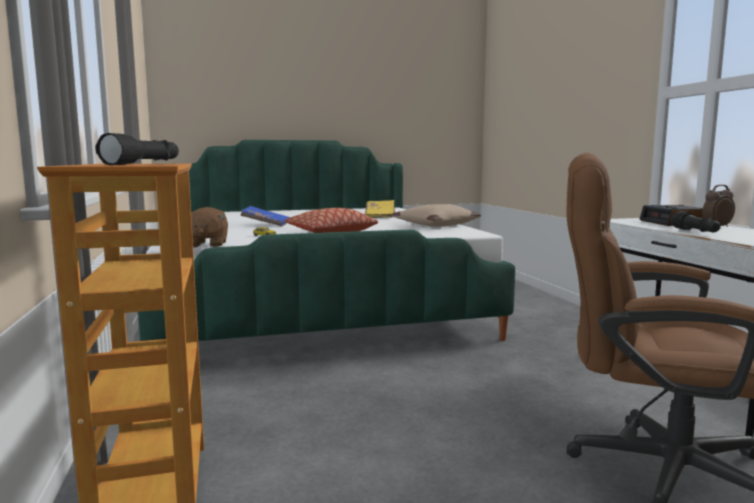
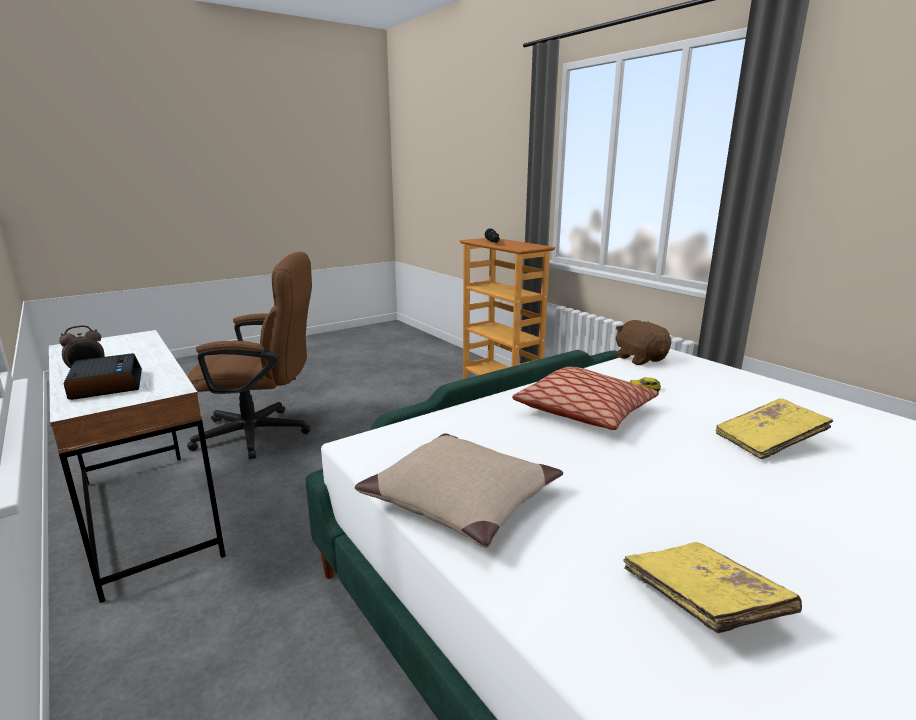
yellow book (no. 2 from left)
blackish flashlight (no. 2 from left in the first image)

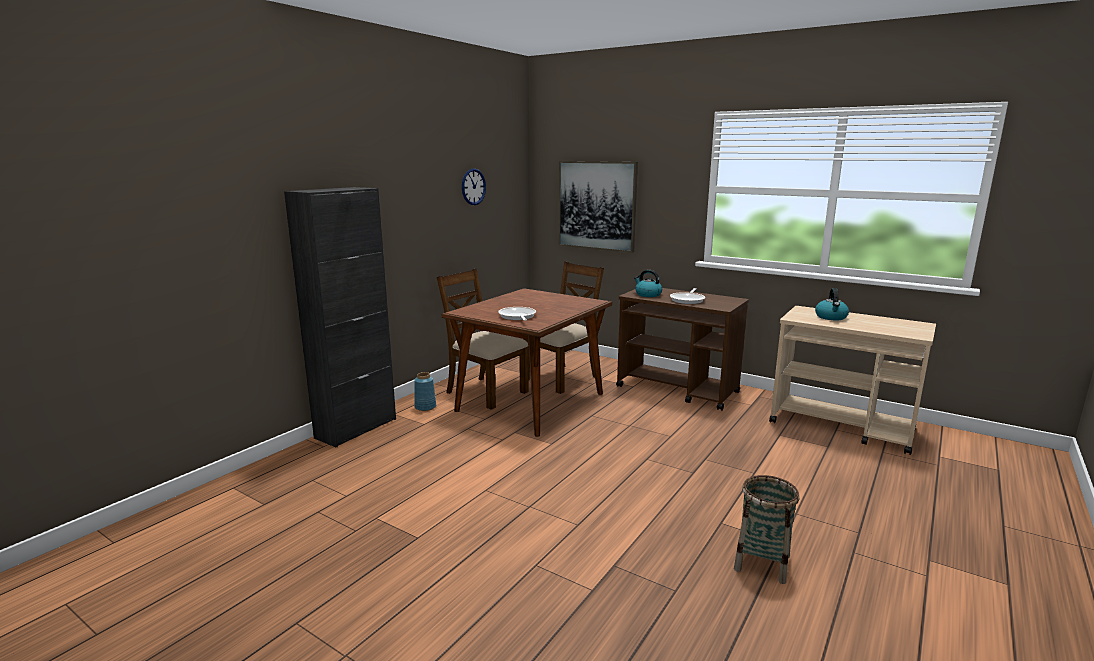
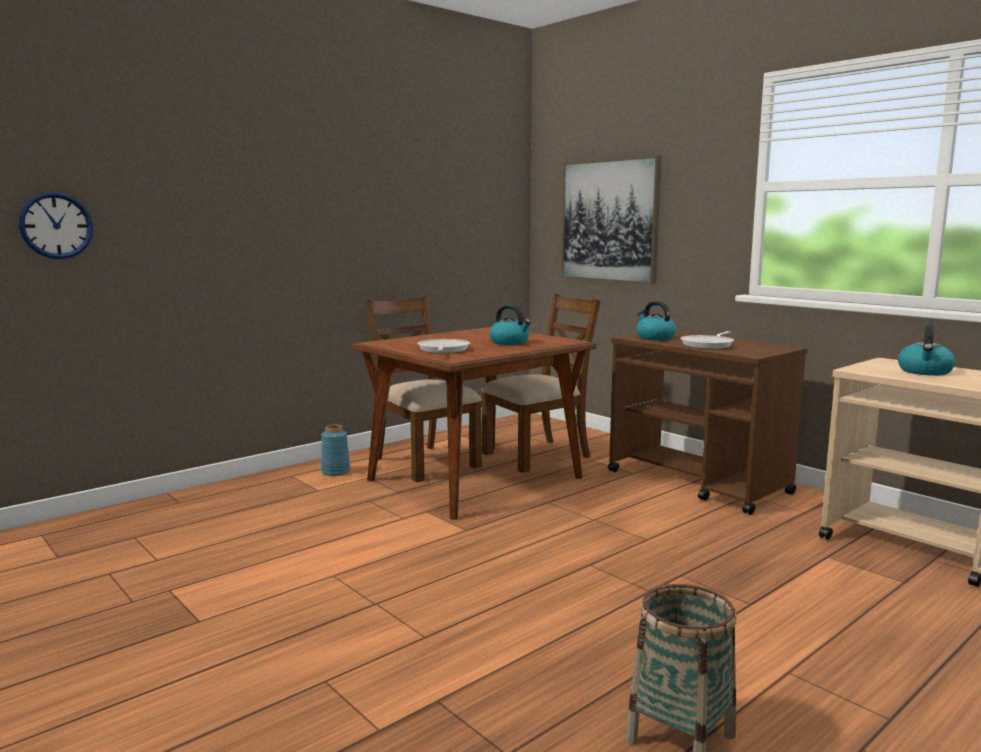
clock on the wall
kettle (no. 1 from left)
blackish storage cabinet

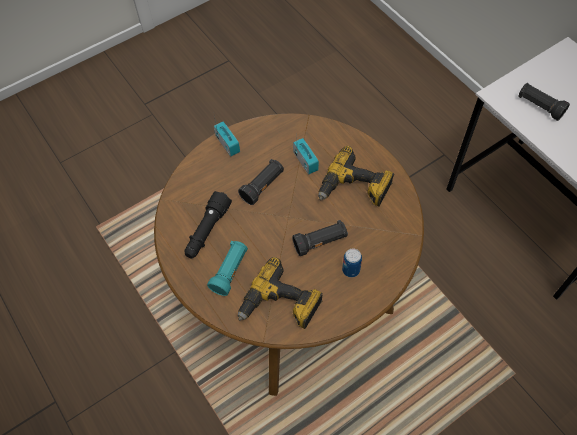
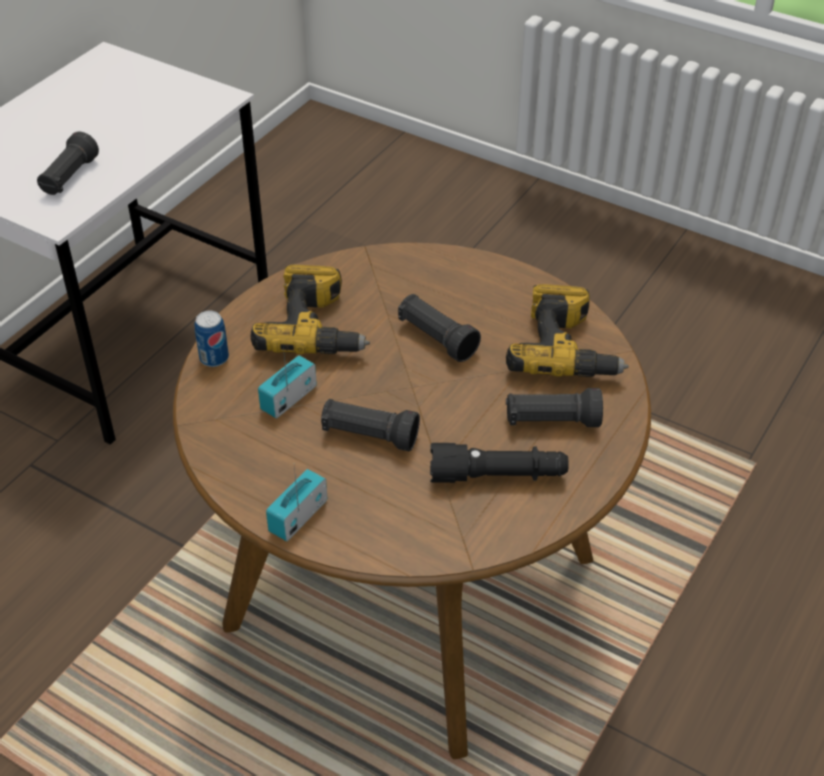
sealed can
blackish flashlight (no. 5 from left)

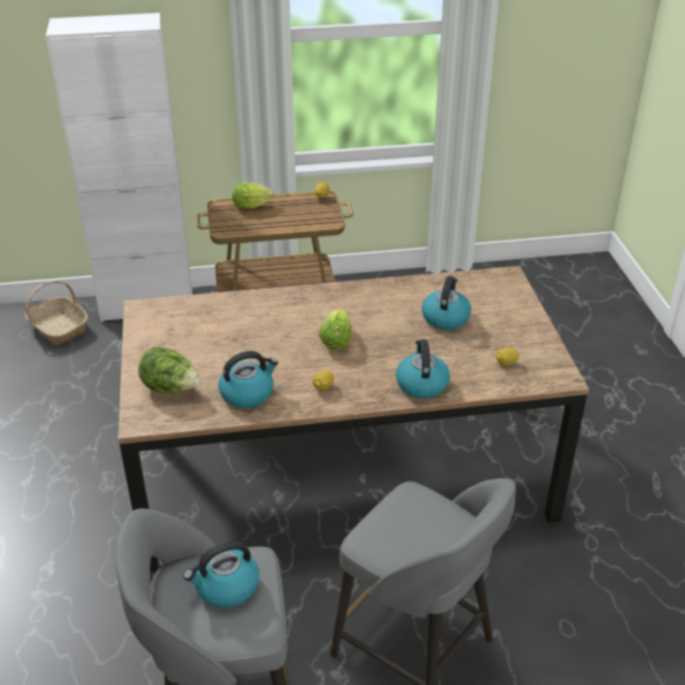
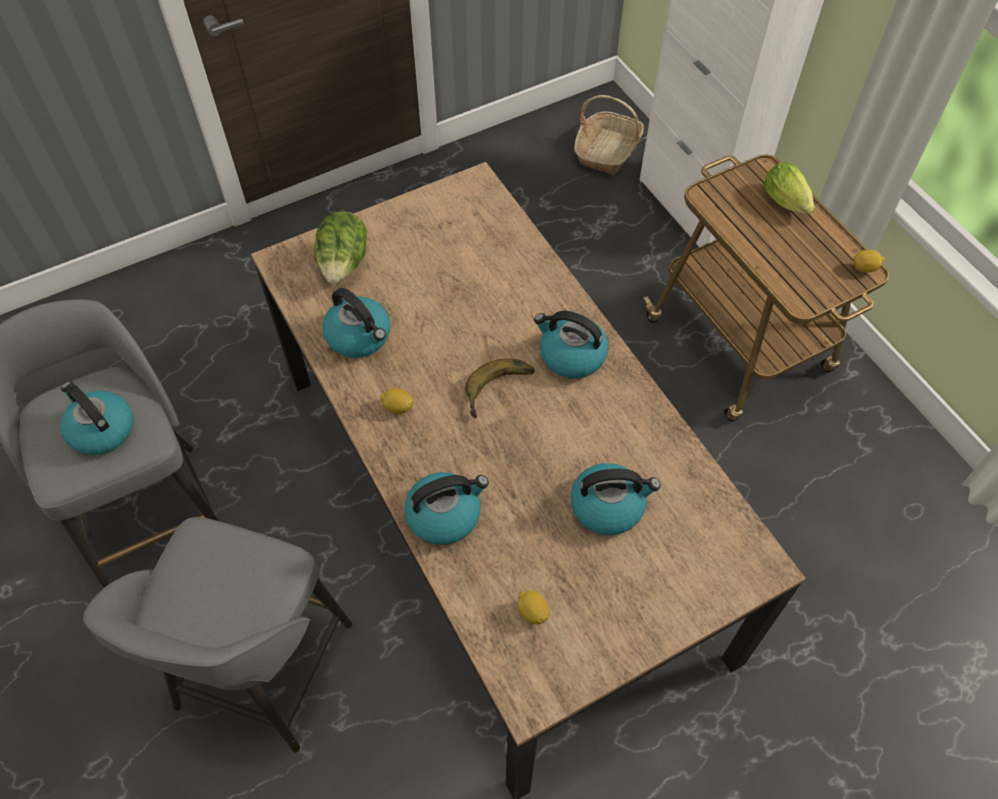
banana
kettle (no. 4 from left)

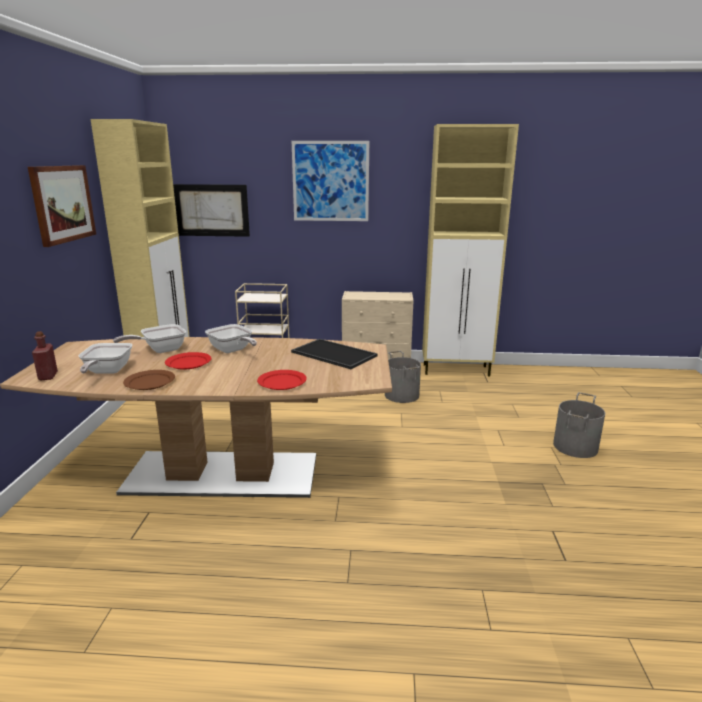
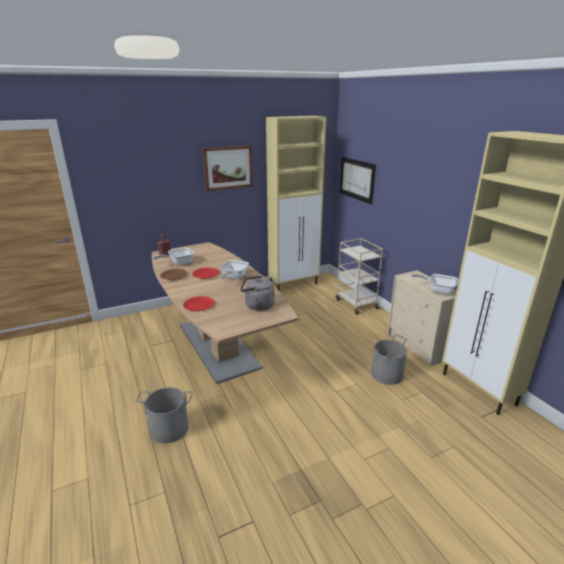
gray bucket (no. 1 from left)
gray kettle
pan (no. 3 from left)
picture (no. 3 from left in the first image)

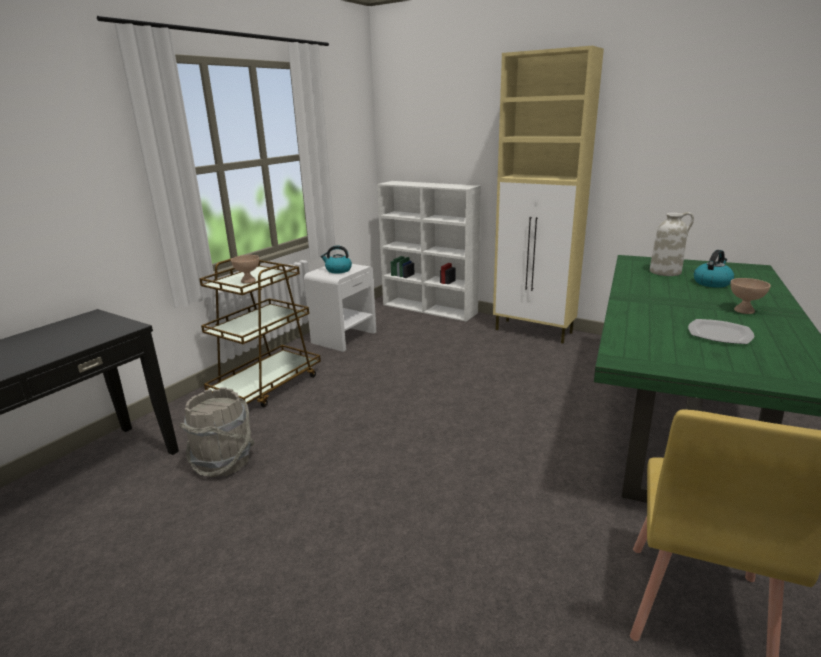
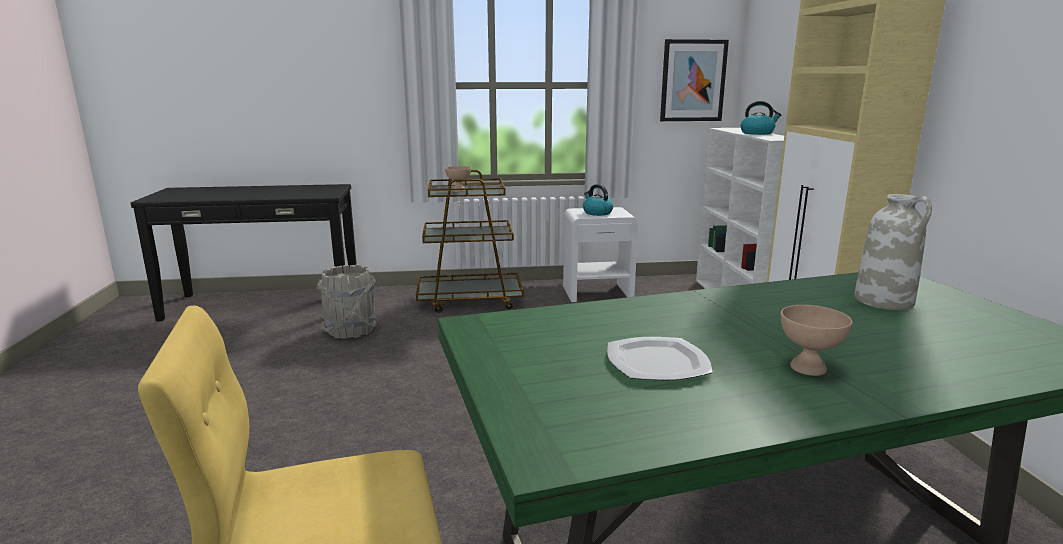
picture
kettle (no. 2 from left)

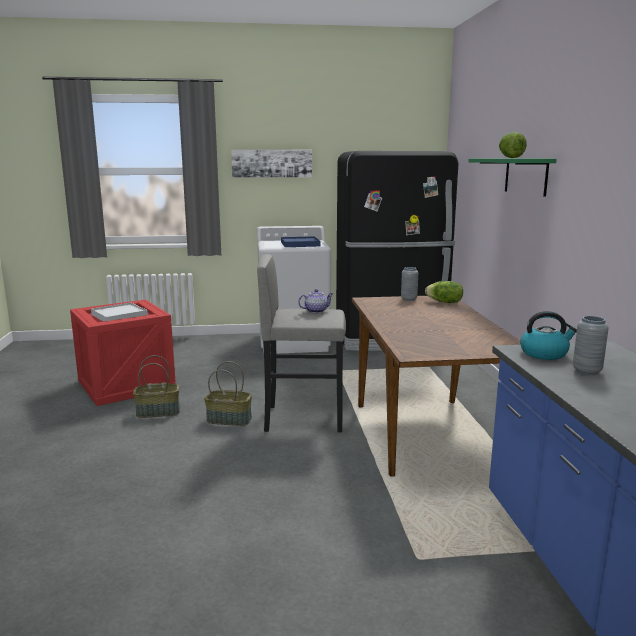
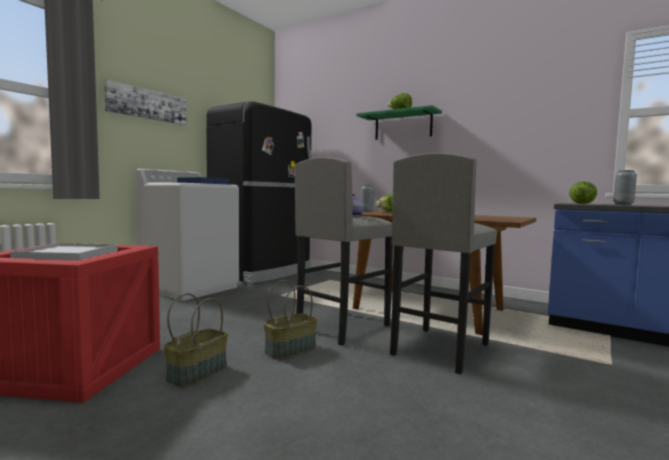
gray stool seat (no. 2 from left)
head of lettuce (no. 3 from left)

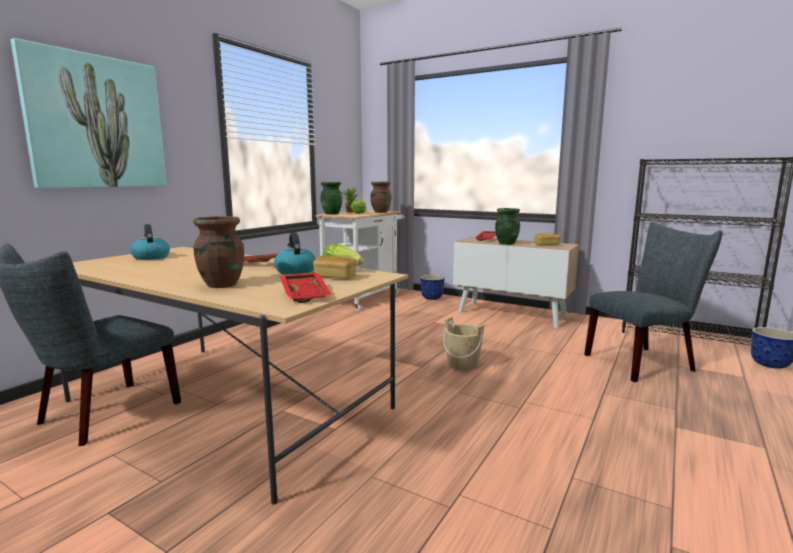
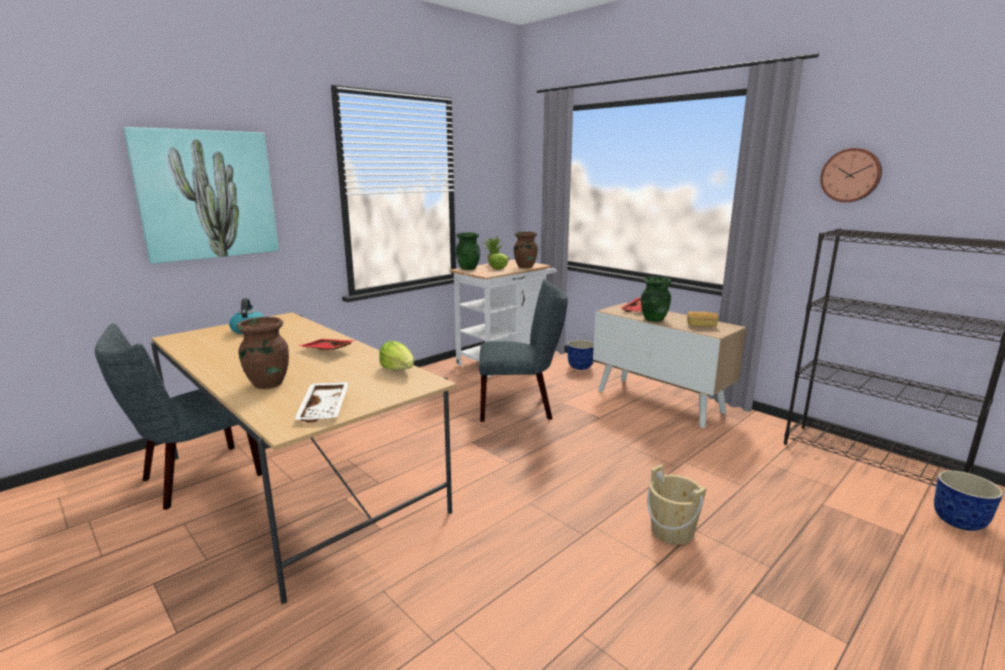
white-coloured carrying tray
gray chair (no. 2 from left)
beige-coloured bucket
clock on the wall
kettle (no. 2 from left in the first image)
bread (no. 1 from left in the first image)

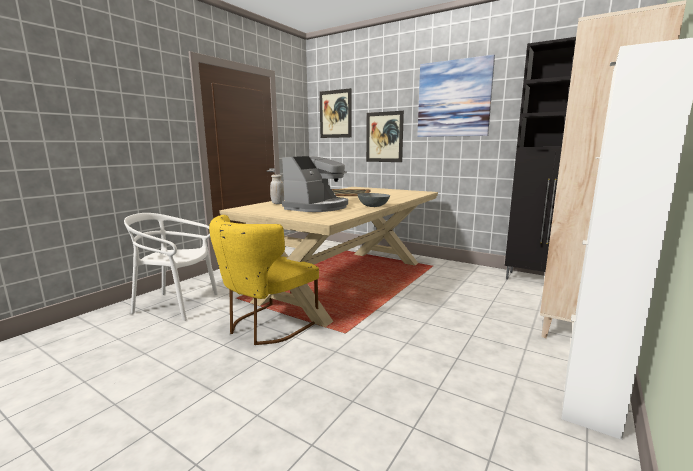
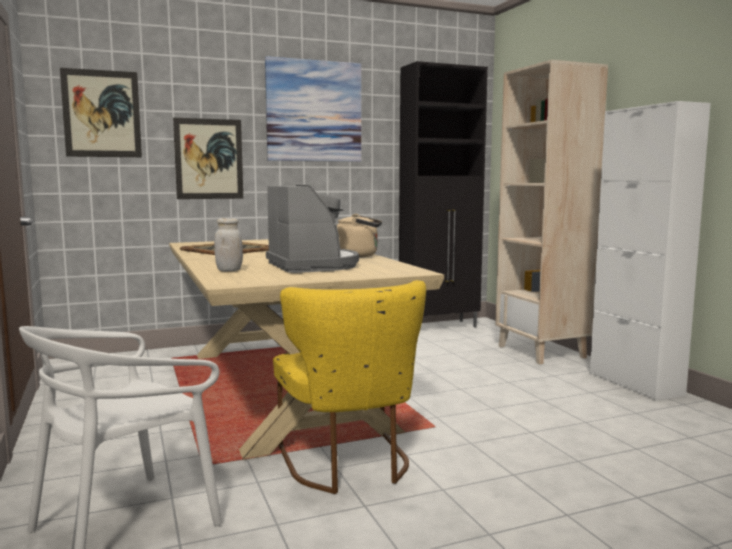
beige-coloured kettle

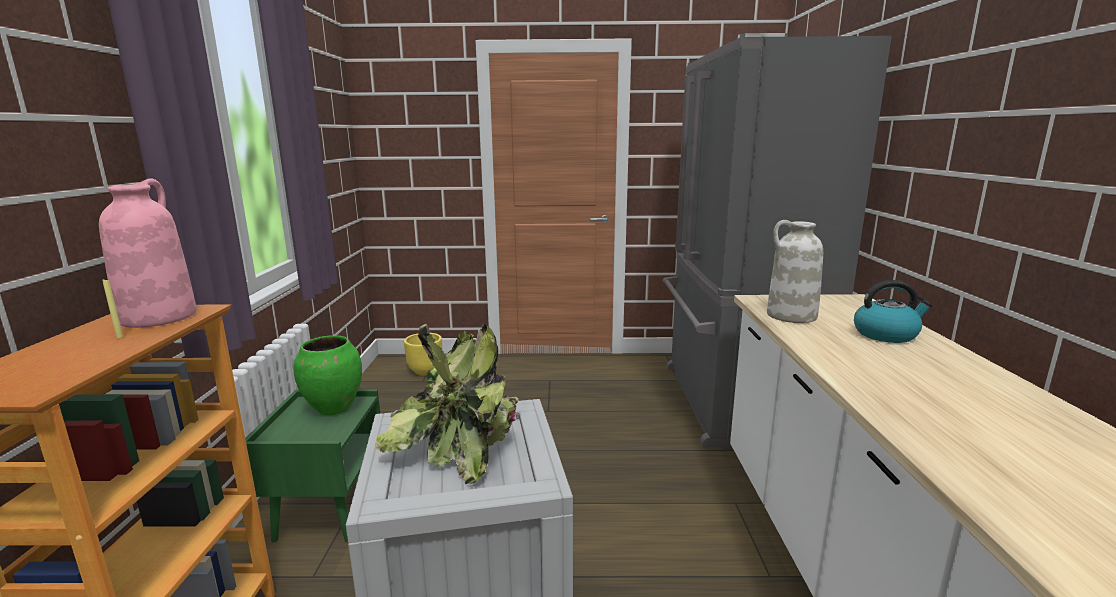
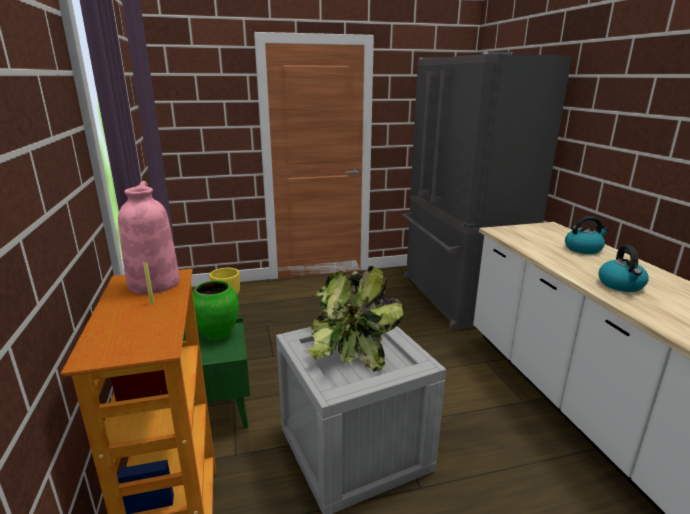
kettle (no. 2 from left)
white-coloured flower vase

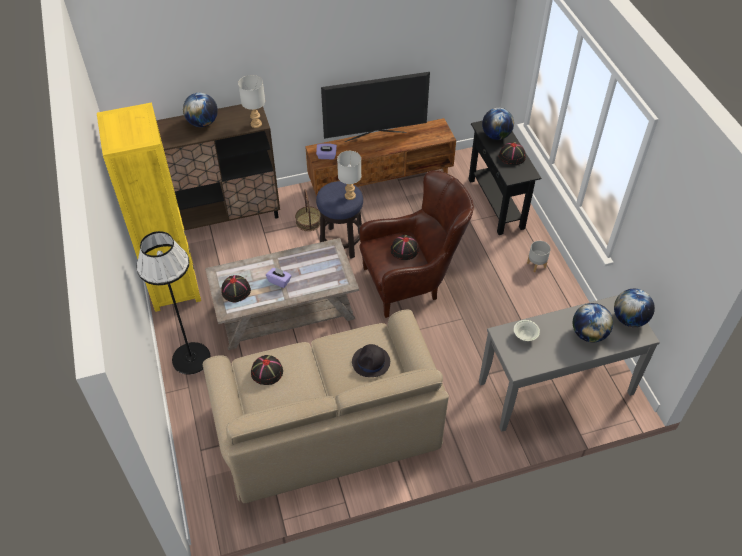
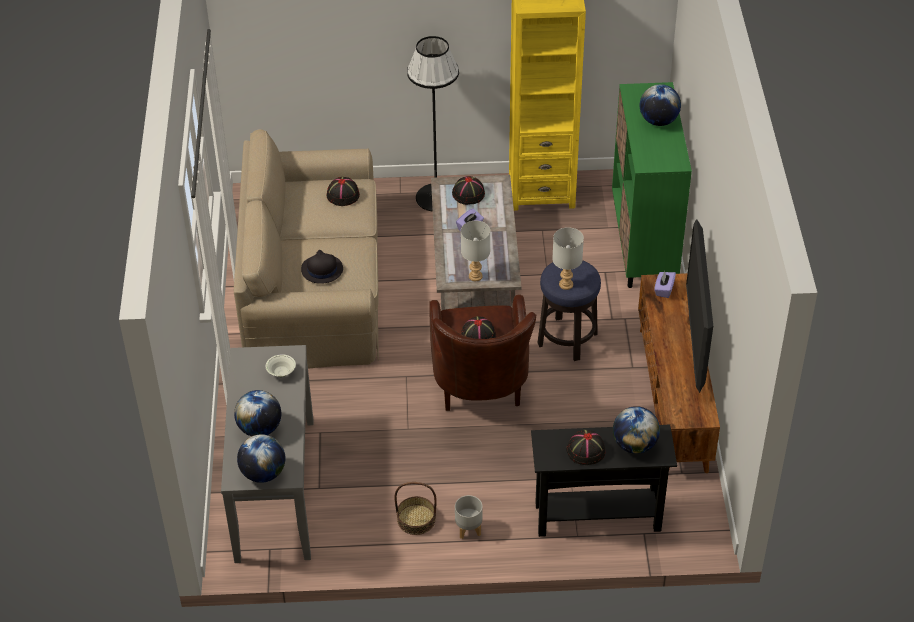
household basket
gray lamp for a table (no. 1 from left)
green storage cabinet

